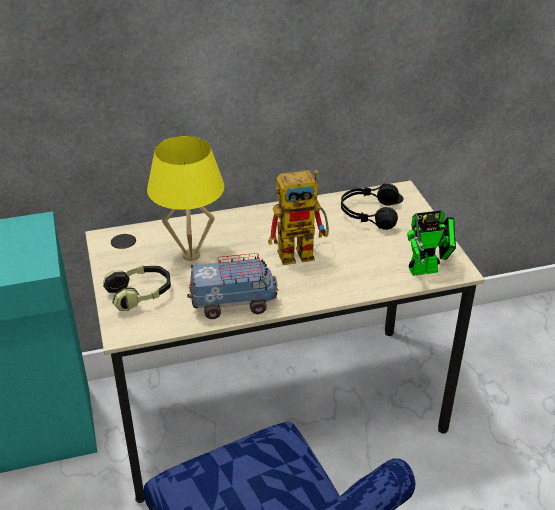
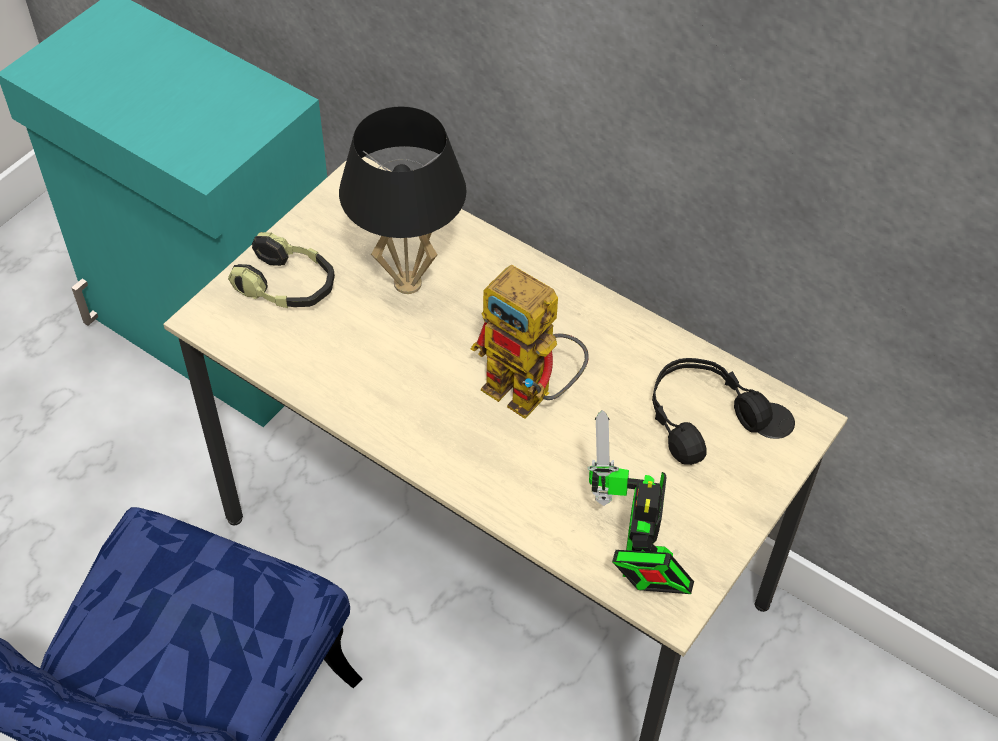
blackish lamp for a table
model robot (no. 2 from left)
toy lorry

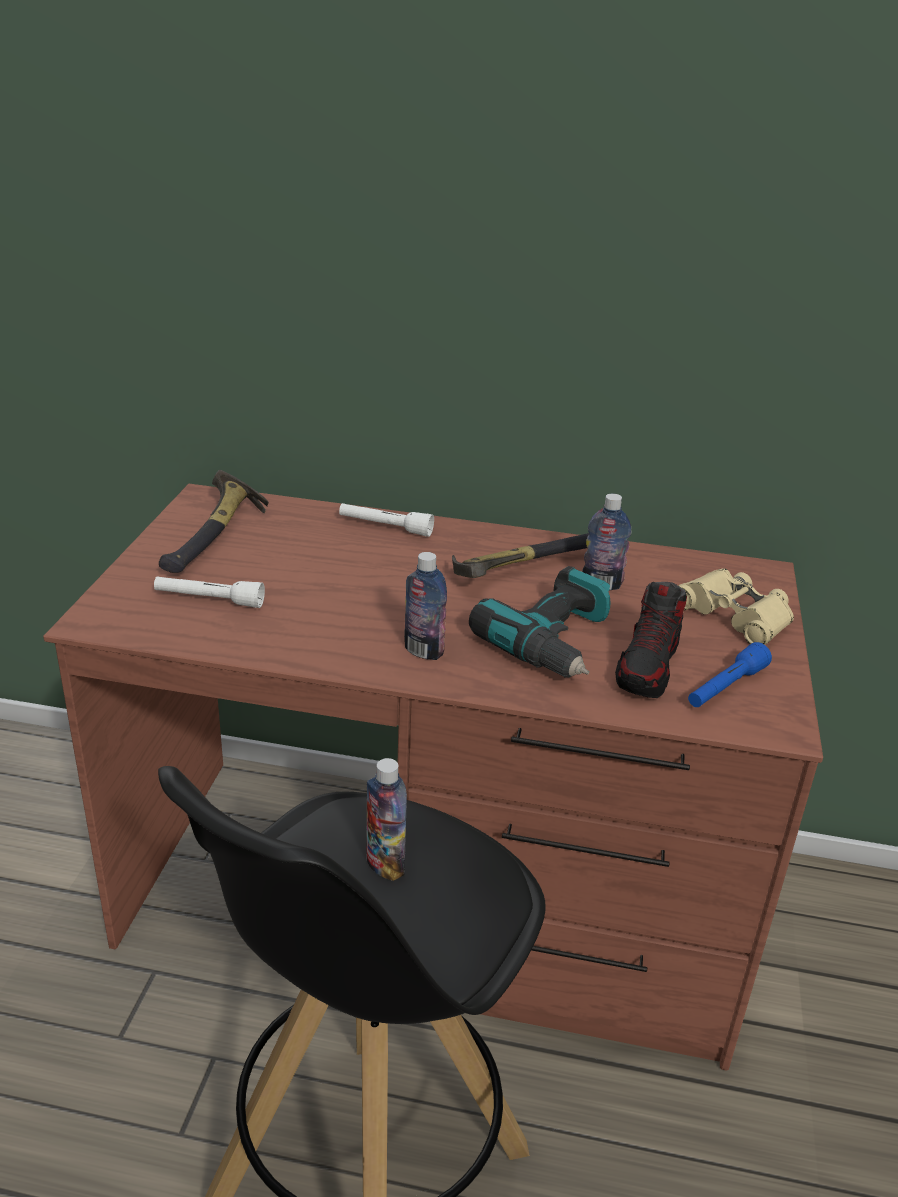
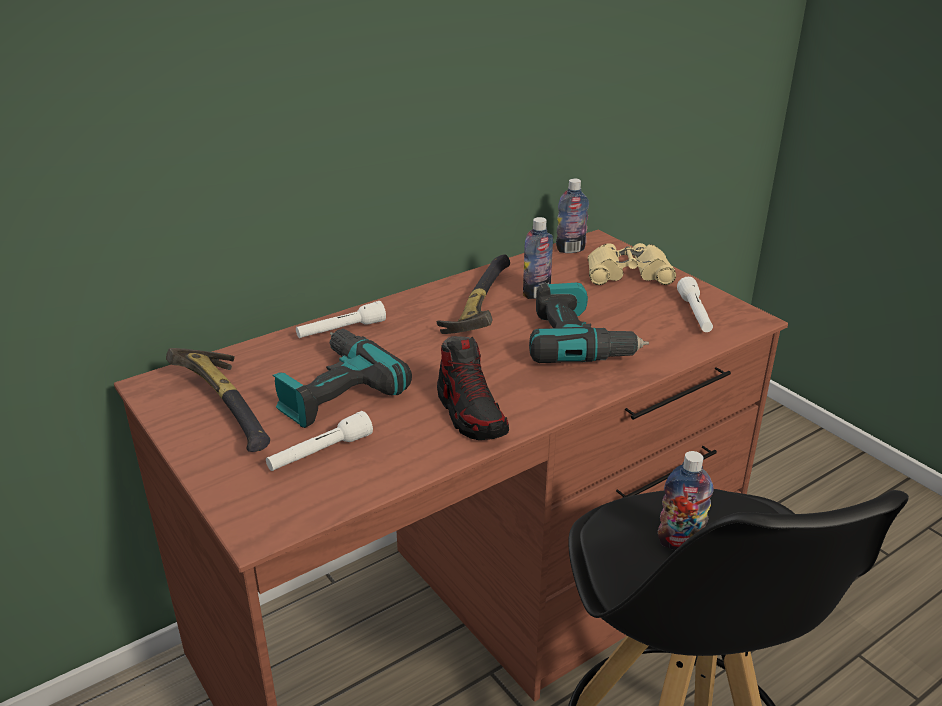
power drill (no. 1 from left)
item of footwear
bottle (no. 2 from left)
white-coloured flashlight (no. 3 from left)

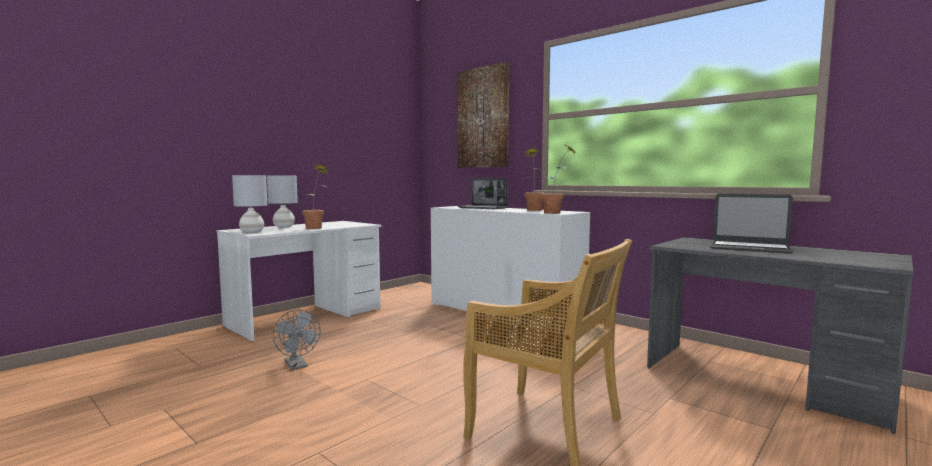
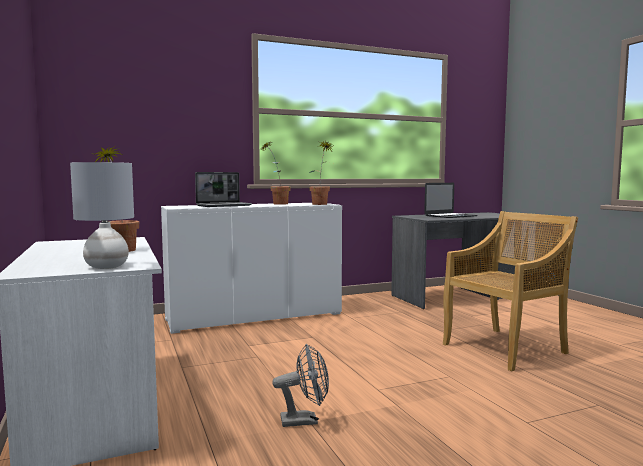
gray lamp for a table (no. 2 from left in the first image)
picture

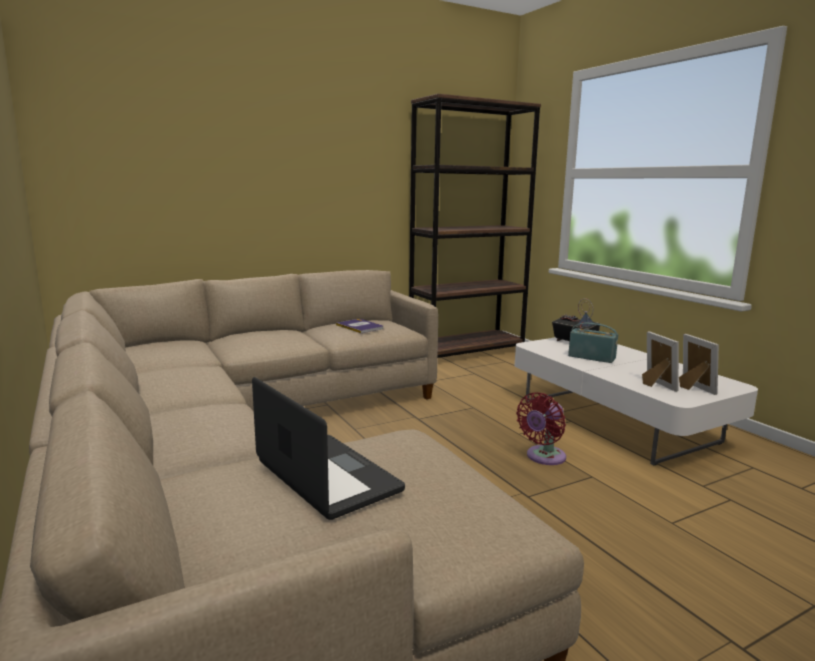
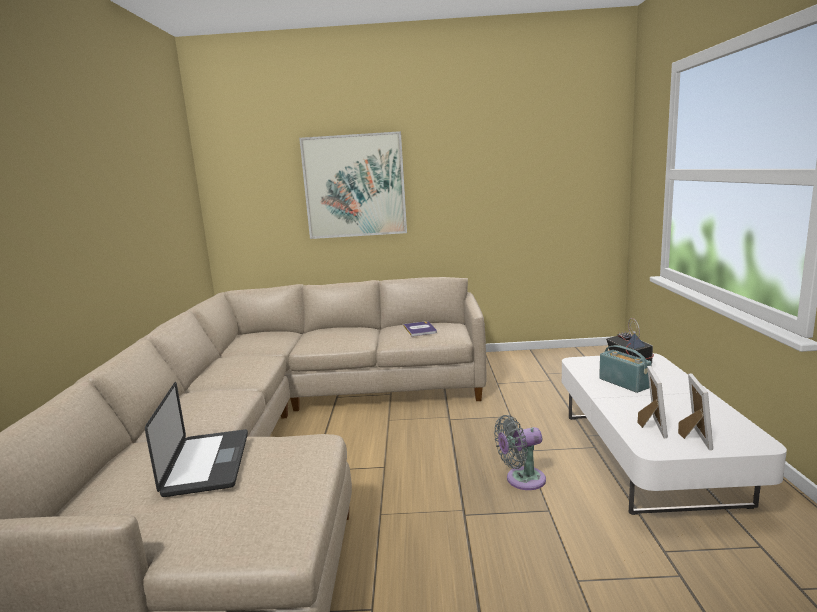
picture
gray cooling fan
brown-coloured bookcase

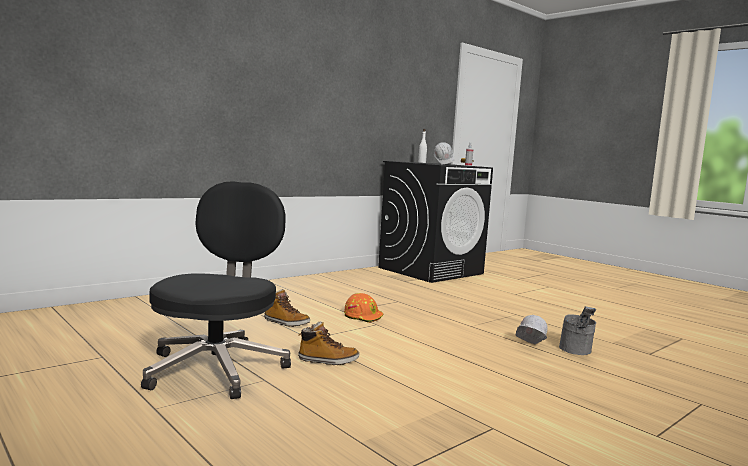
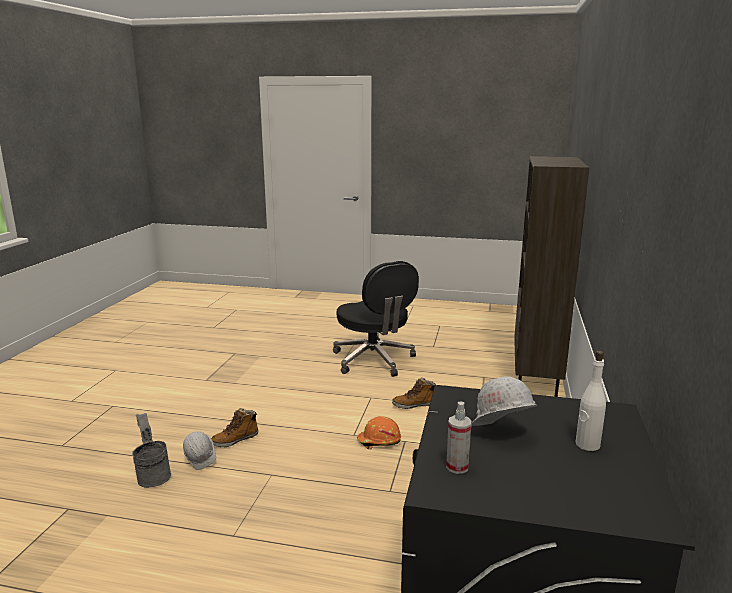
tall boot (no. 1 from left)
brown-coloured bookcase

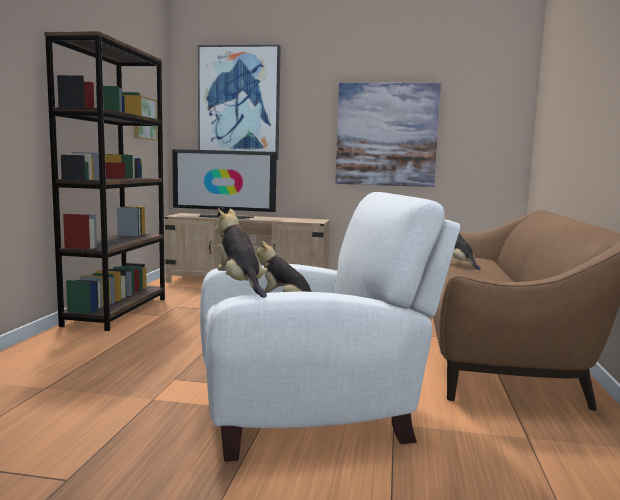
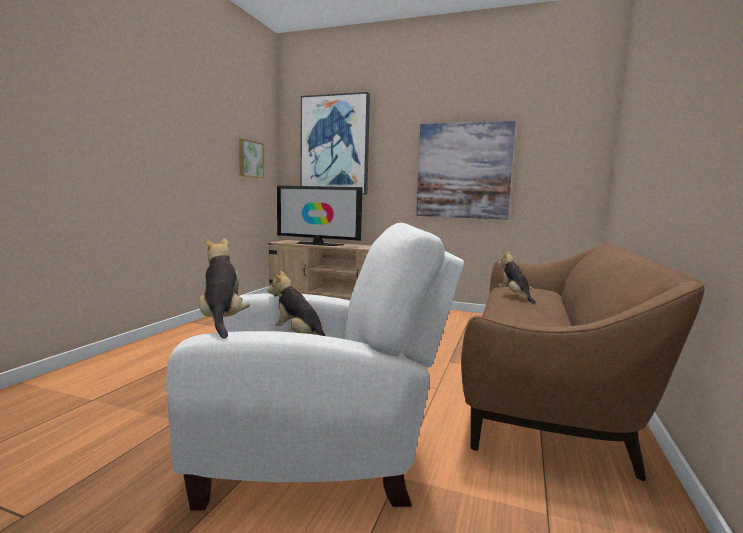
brown-coloured bookcase

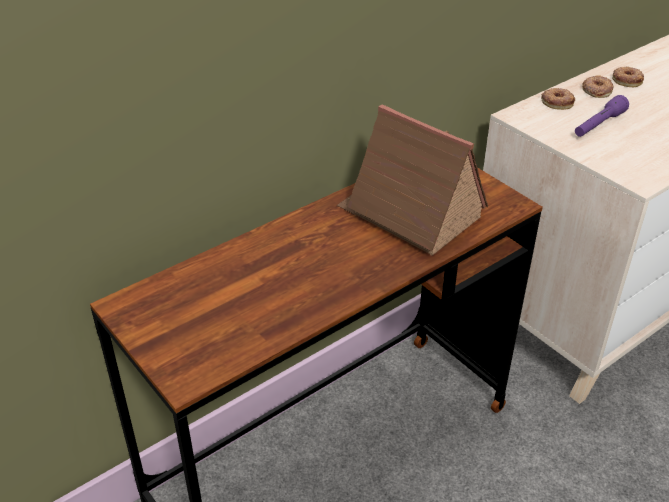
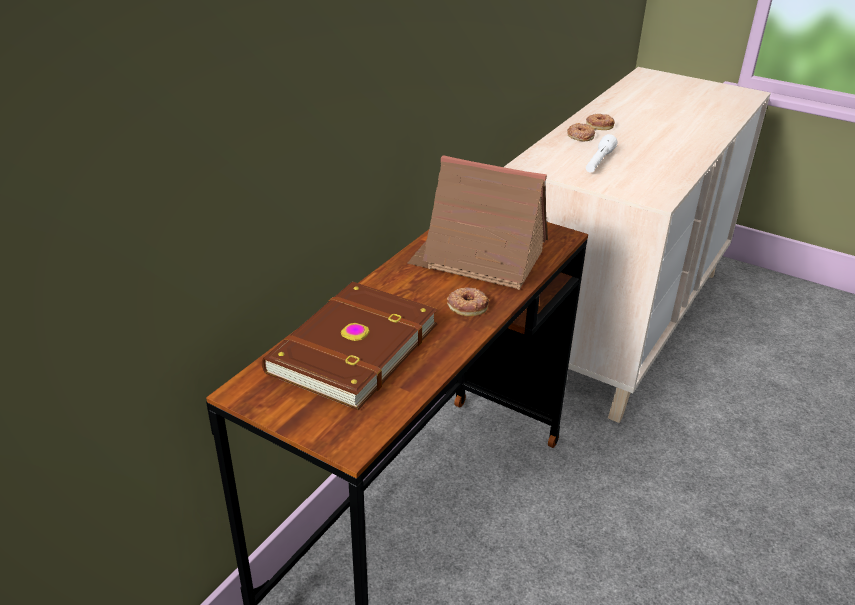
brown-coloured book
doughnut (no. 1 from left)
white-coloured flashlight

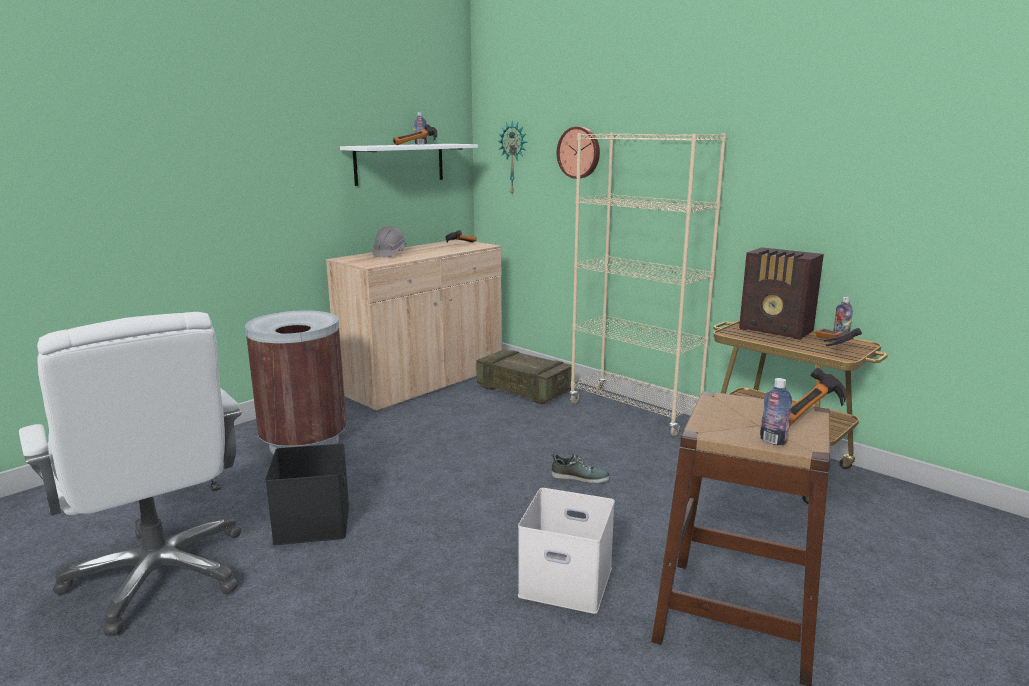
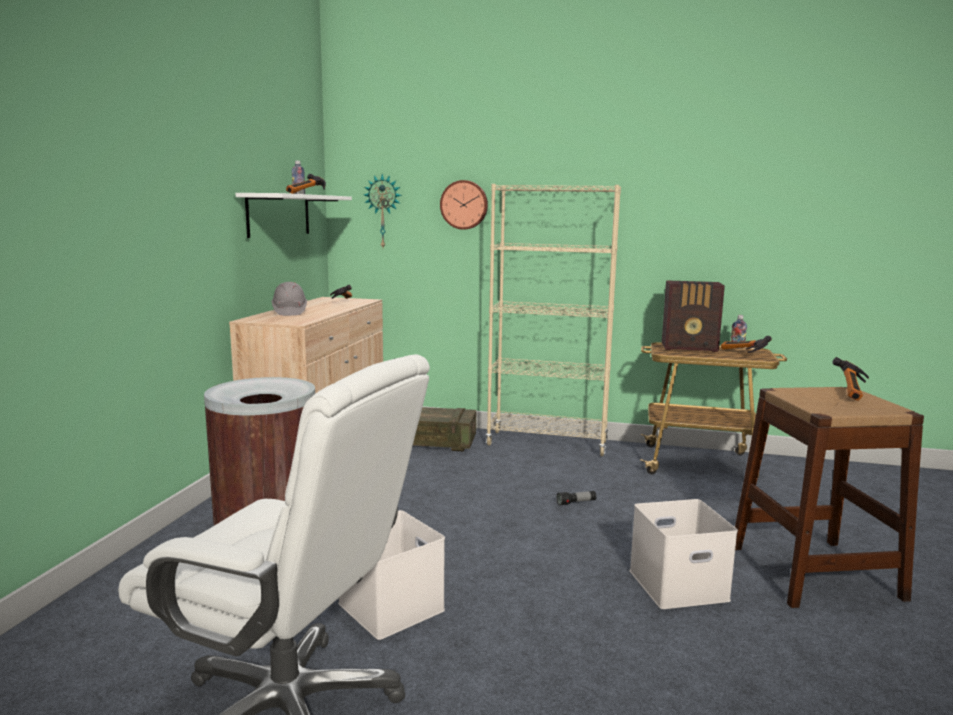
white-coloured storage container (no. 1 from left)
flashlight
bottle (no. 2 from left in the first image)

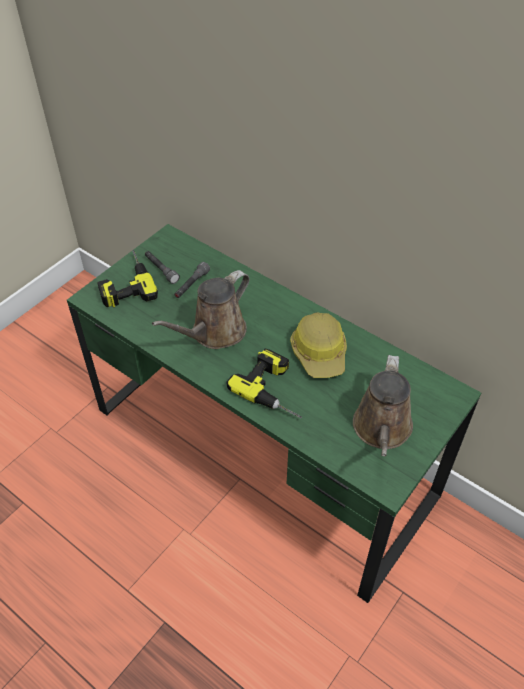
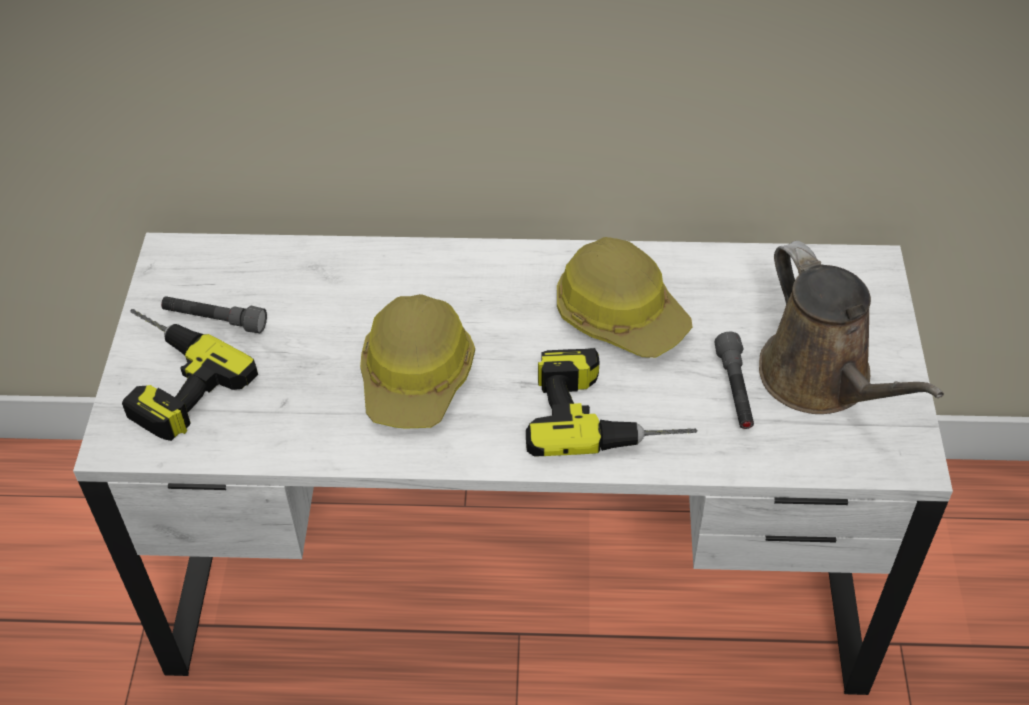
white-coloured desk unit
safety helmet (no. 1 from left)
gray flashlight (no. 2 from left)

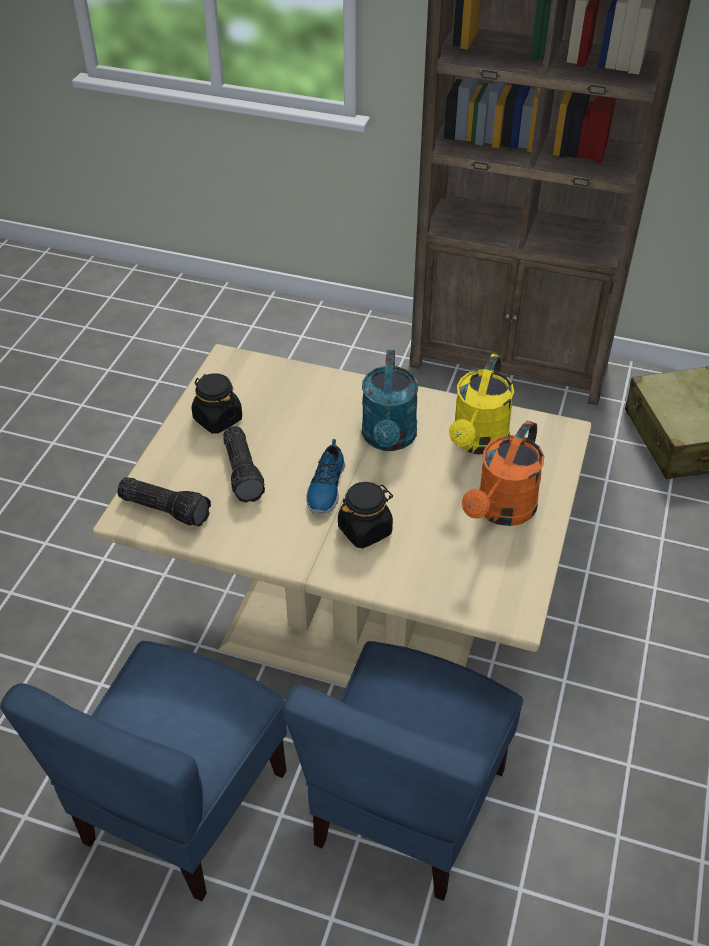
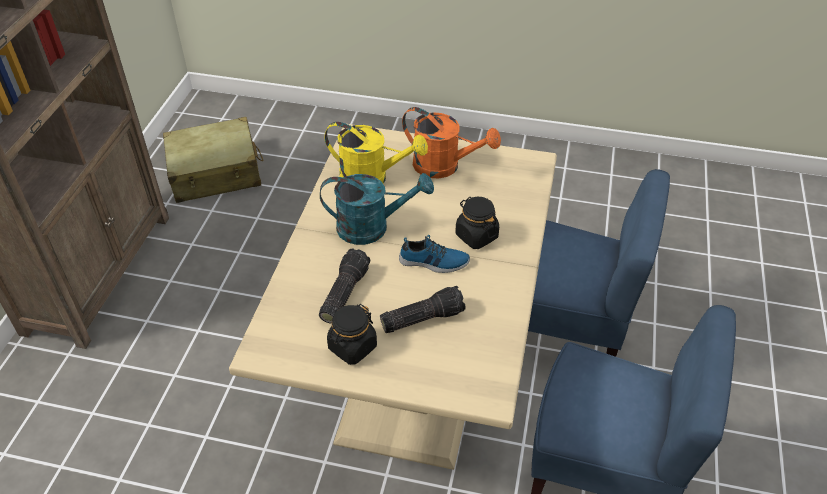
flashlight (no. 1 from left)

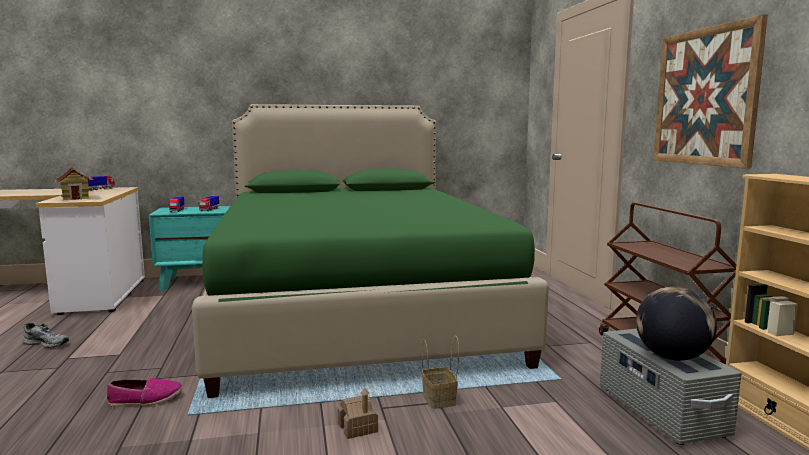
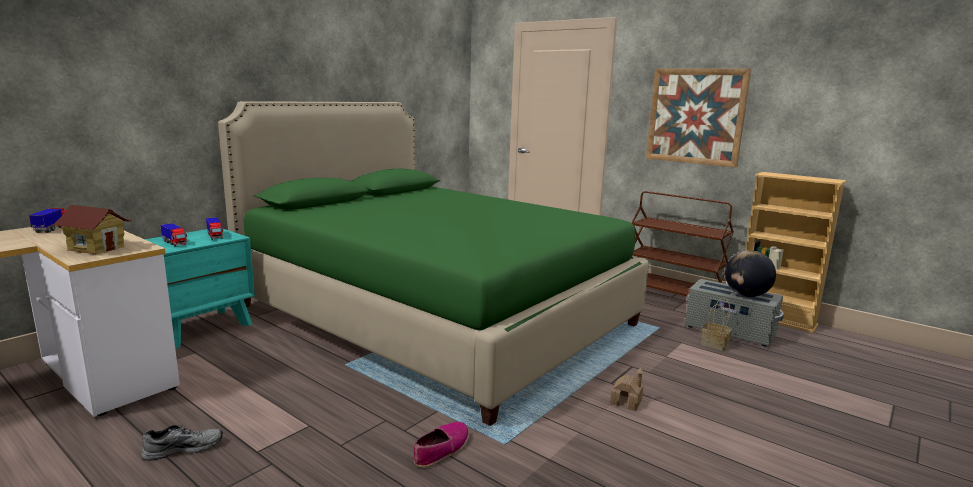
household basket

